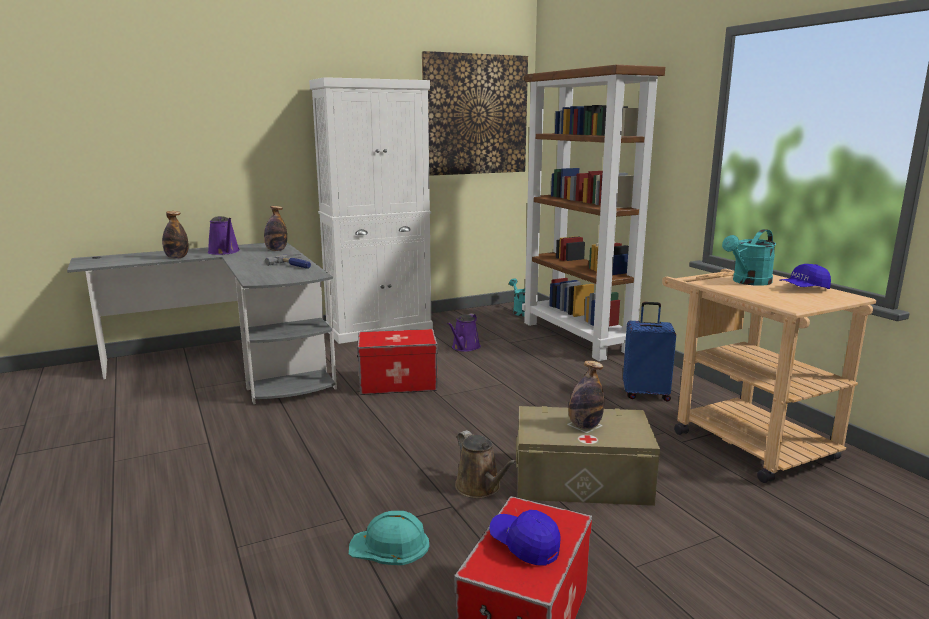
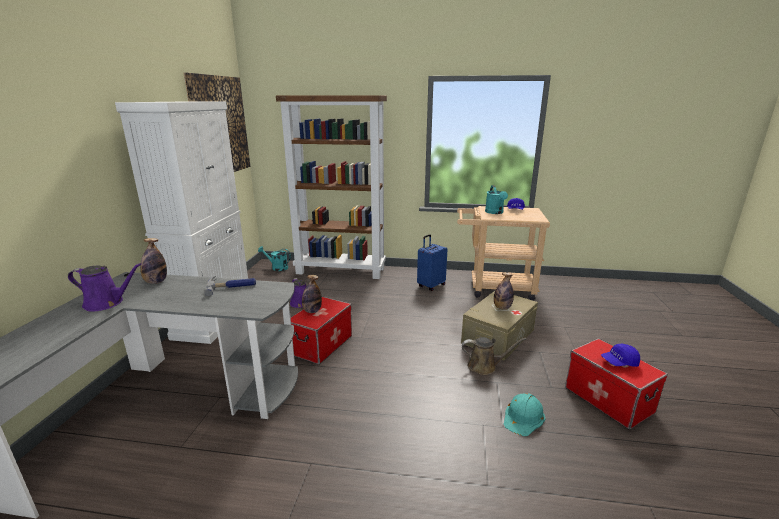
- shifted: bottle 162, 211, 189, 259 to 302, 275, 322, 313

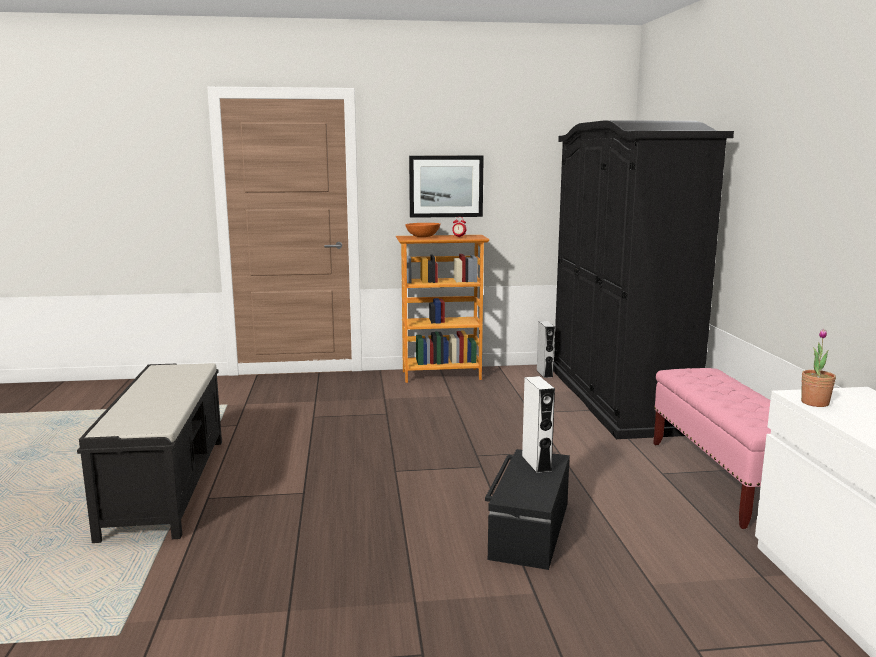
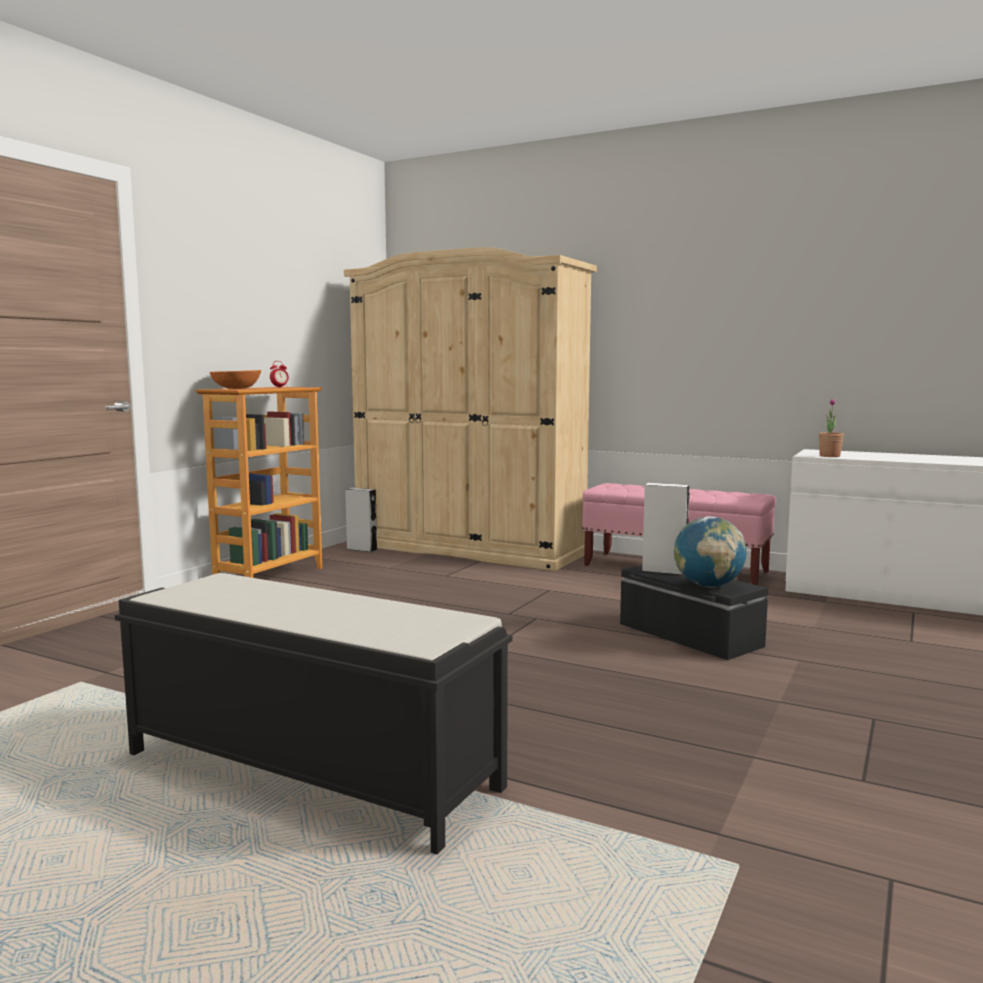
- gone: wall art 409, 156, 484, 218
- new: world globe 673, 516, 746, 588
- repainted: wardrobe in blackish 553, 120, 734, 439 to wardrobe in beige-coloured 344, 247, 597, 571

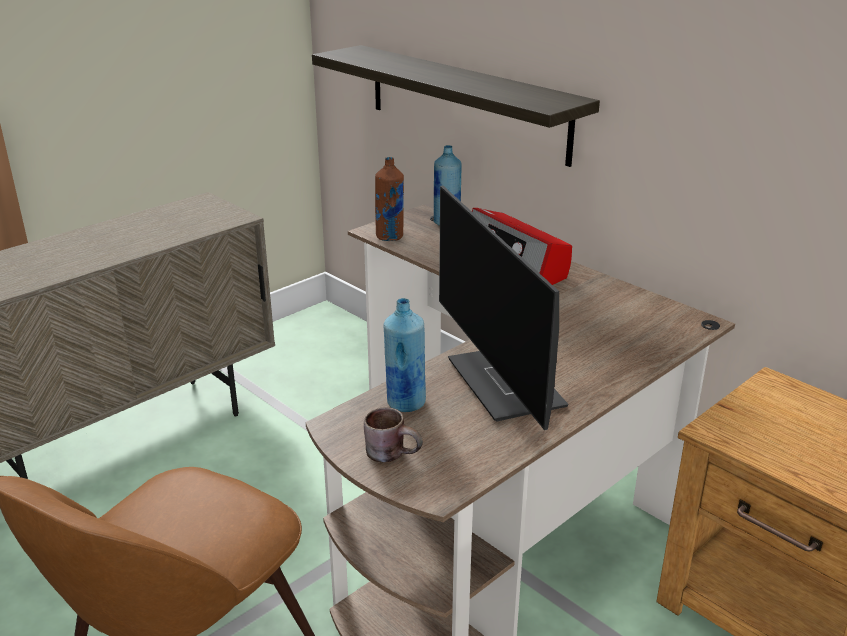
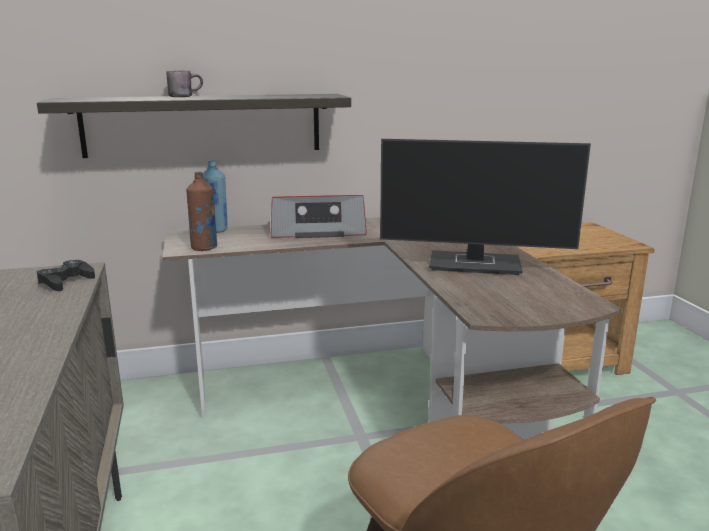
- gone: bottle in blue-coloured 383, 298, 426, 412
- new: gamepad in blackish 37, 260, 95, 291
- shifted: coffee mug in brownish 364, 407, 423, 463 to 167, 71, 203, 97

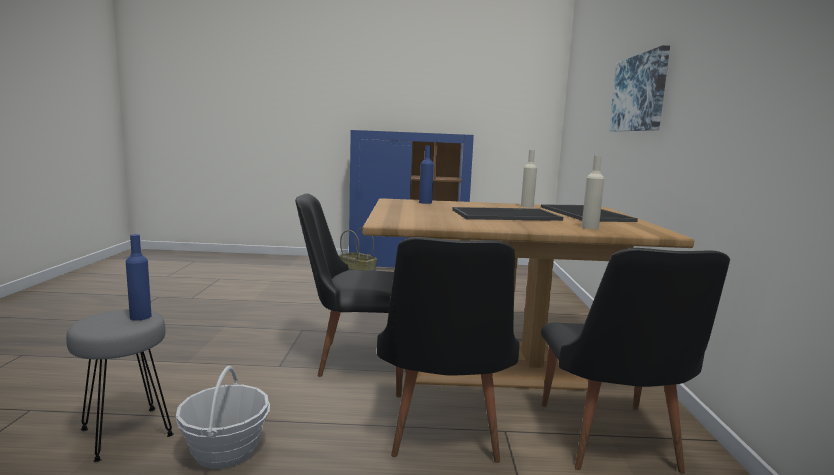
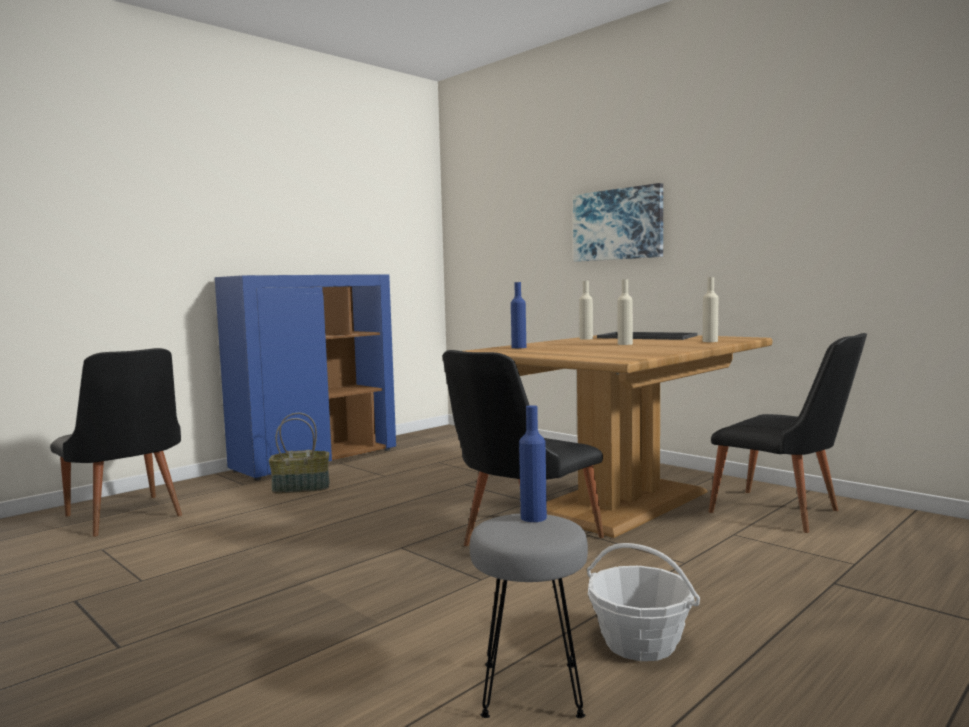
- shifted: chair in blackish 377, 237, 520, 463 to 50, 348, 182, 537
- swapped: carrying tray 452, 207, 563, 221 to bottle in beige-coloured 617, 279, 633, 345

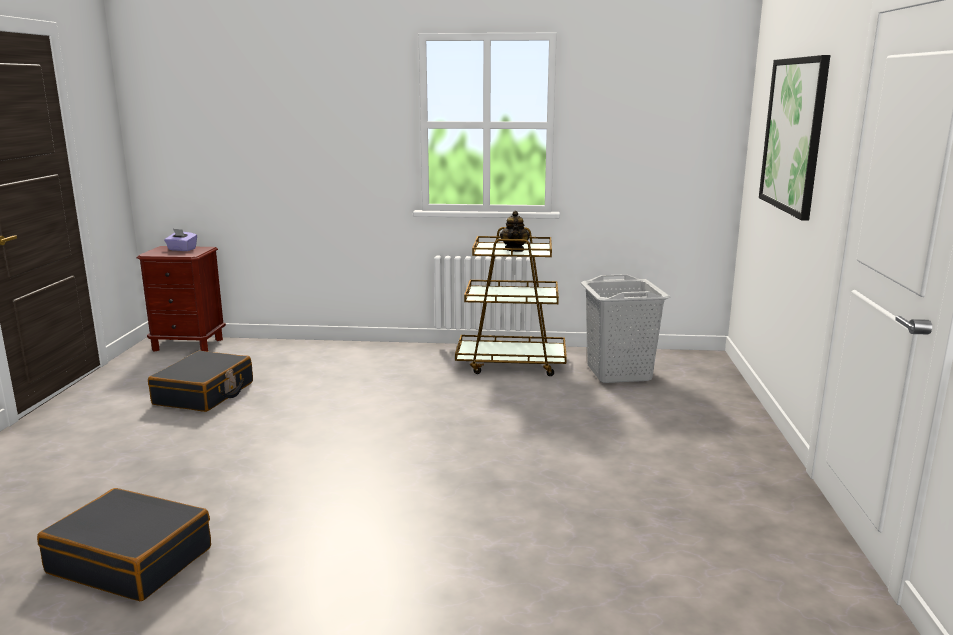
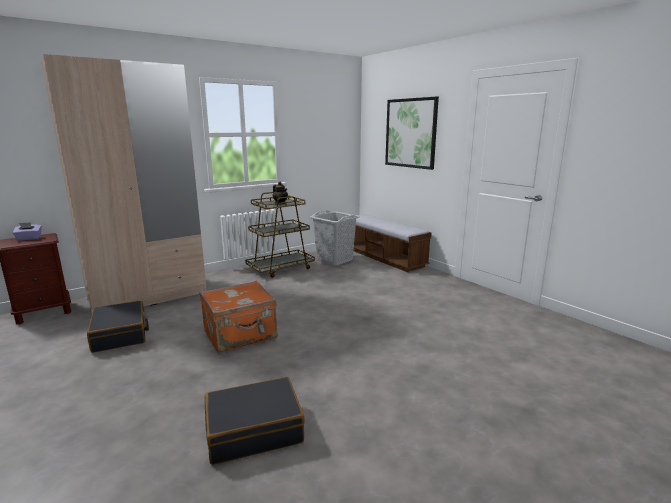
- new: wardrobe in beige-coloured 42, 54, 206, 311
- new: suitcase in orange-coloured 199, 281, 277, 353
- new: bench 346, 214, 432, 272

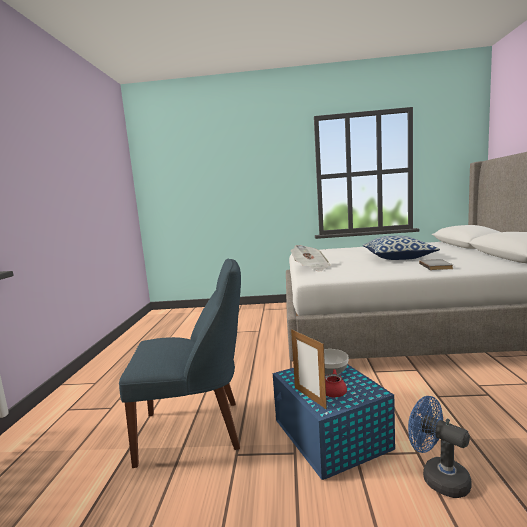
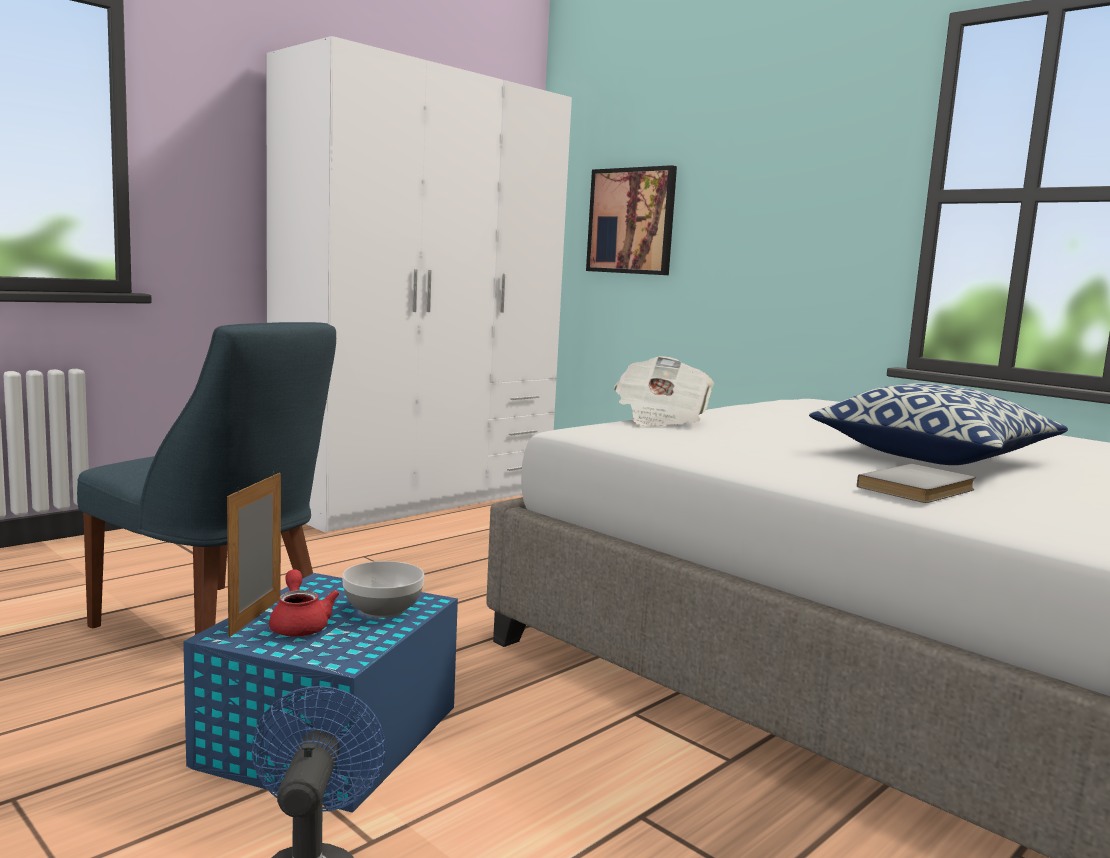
- new: wardrobe in whitish 266, 36, 572, 533
- new: wall art 586, 165, 677, 275

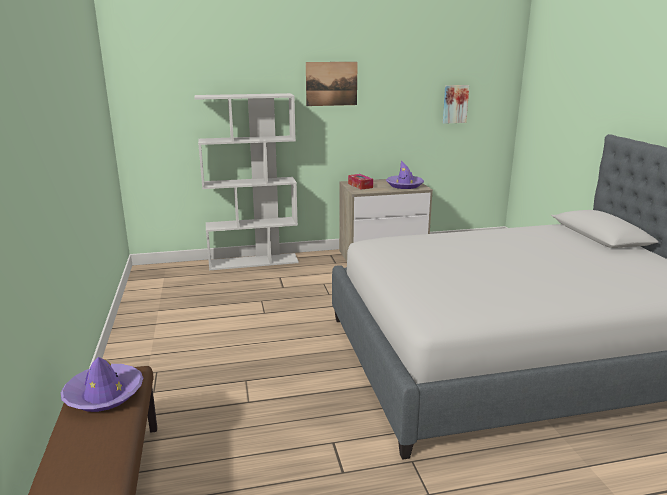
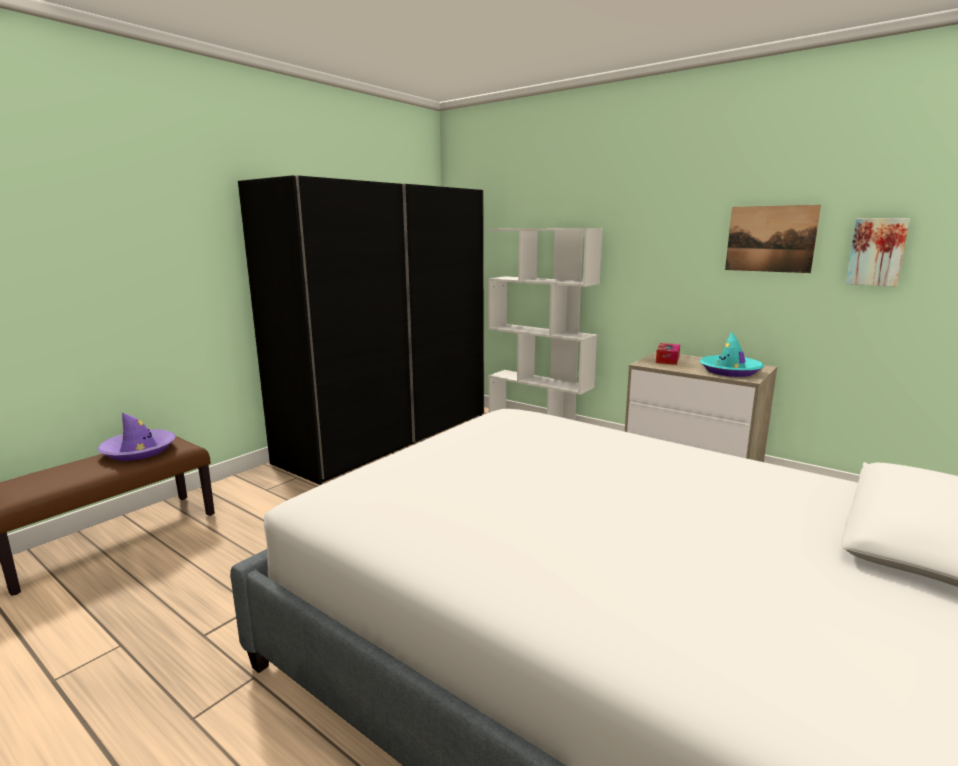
- new: wardrobe in blackish 238, 175, 484, 485
- shifted: wall art 306, 62, 358, 106 to 725, 205, 821, 273
- repainted: hat in purple-coloured 386, 160, 424, 189 to hat in blue-green 699, 332, 764, 377

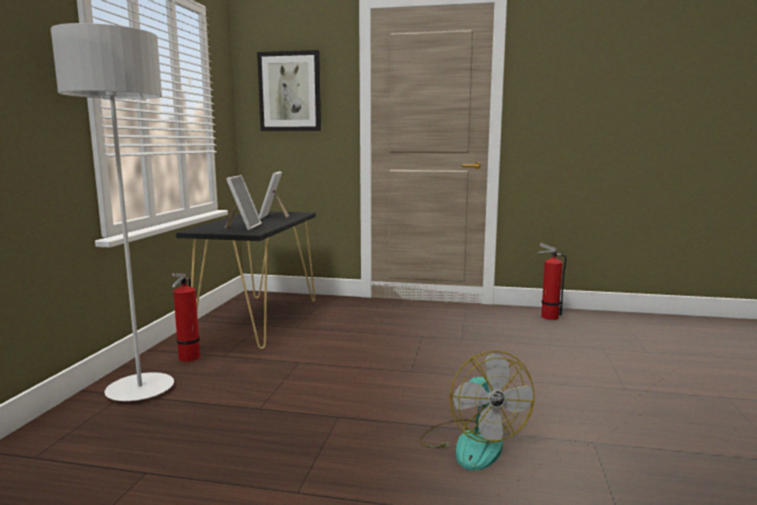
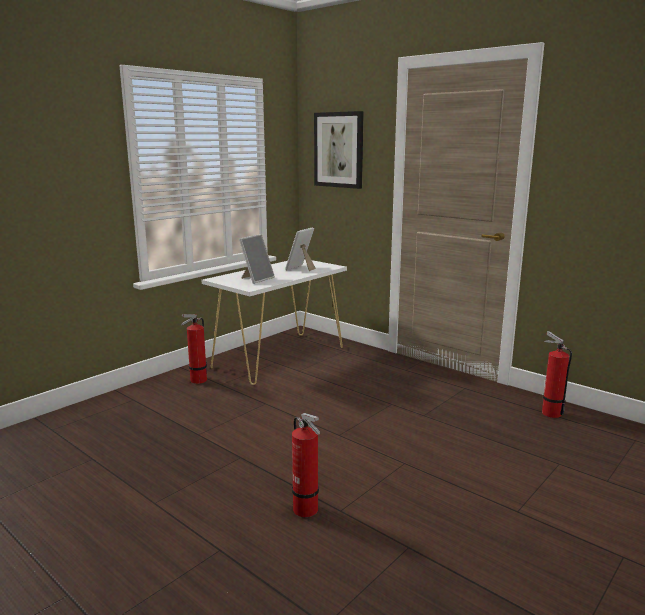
- gone: floor lamp in grey 51, 23, 174, 401
- swapped: electric fan 419, 351, 534, 471 to extinguisher 292, 413, 320, 517
- repainted: hall table in blackish 176, 211, 316, 349 to hall table in whitish 201, 259, 347, 385

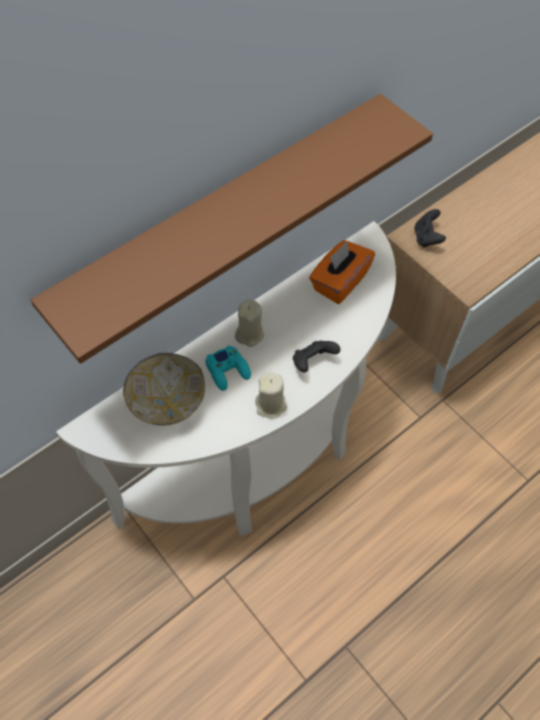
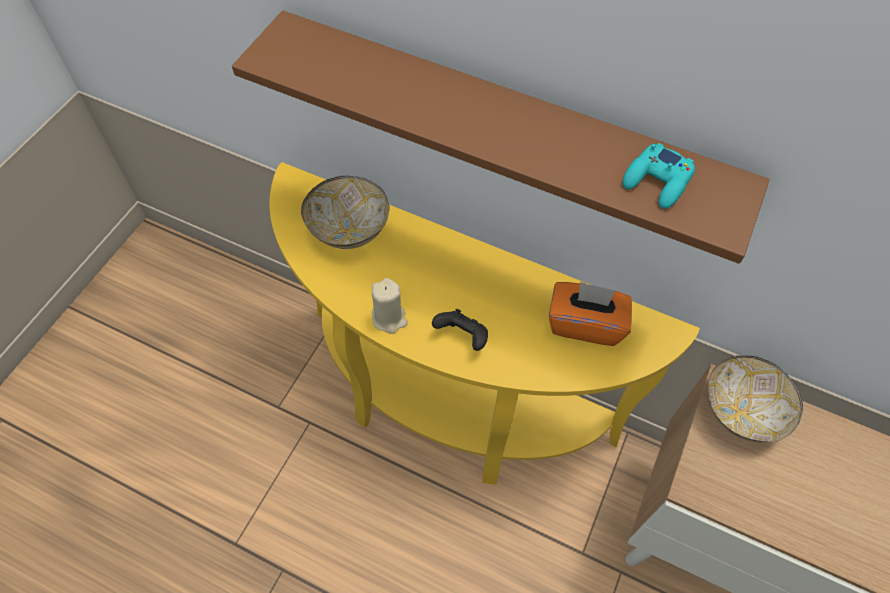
- gone: candle in beige-coloured 235, 299, 264, 347
- shifted: gamepad in blue-green 205, 345, 251, 391 to 623, 143, 695, 209
- swapped: gamepad in blackish 414, 209, 446, 247 to serving bowl 708, 355, 803, 442
- repainted: hall table in whitish 56, 221, 396, 536 to hall table in yellow-coloured 269, 162, 700, 485

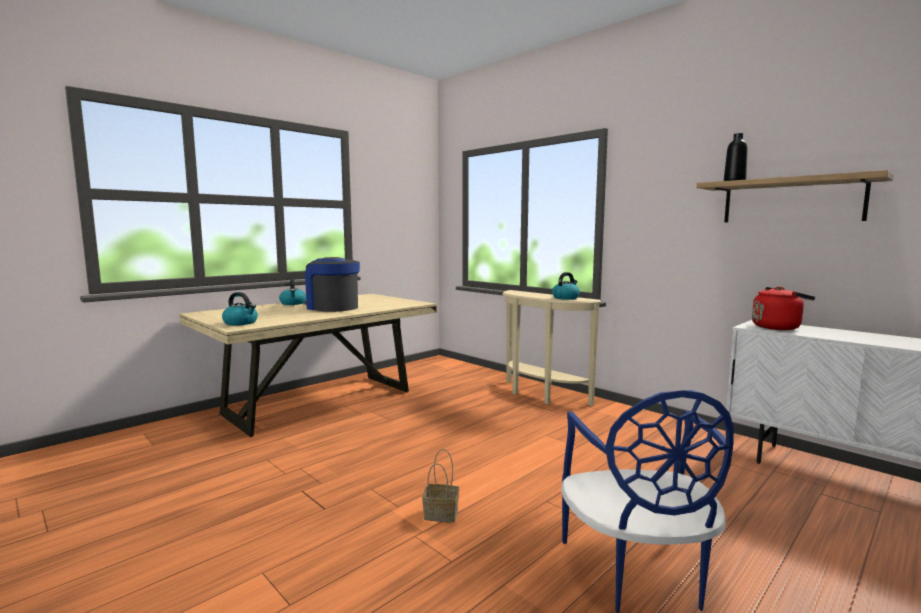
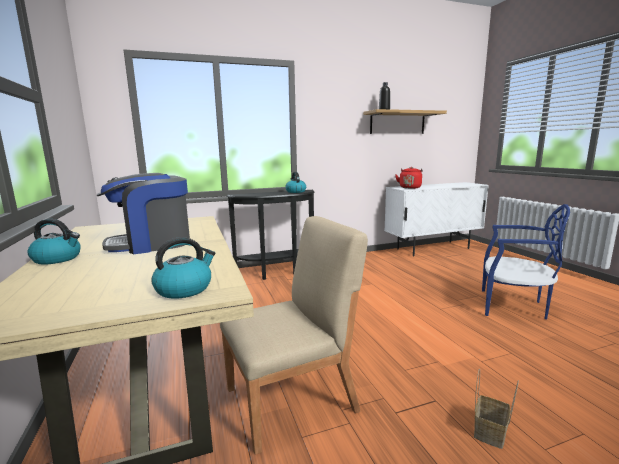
- new: chair in beige-coloured 220, 216, 368, 455
- shifted: household basket 422, 449, 459, 523 to 474, 368, 519, 449
- repainted: hall table in beige-coloured 502, 290, 601, 406 to hall table in blackish 226, 190, 315, 280

